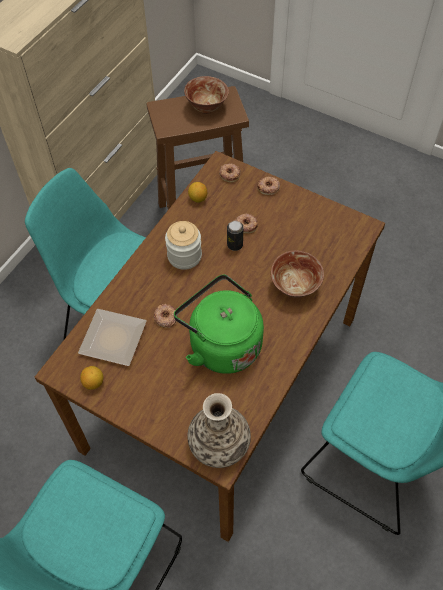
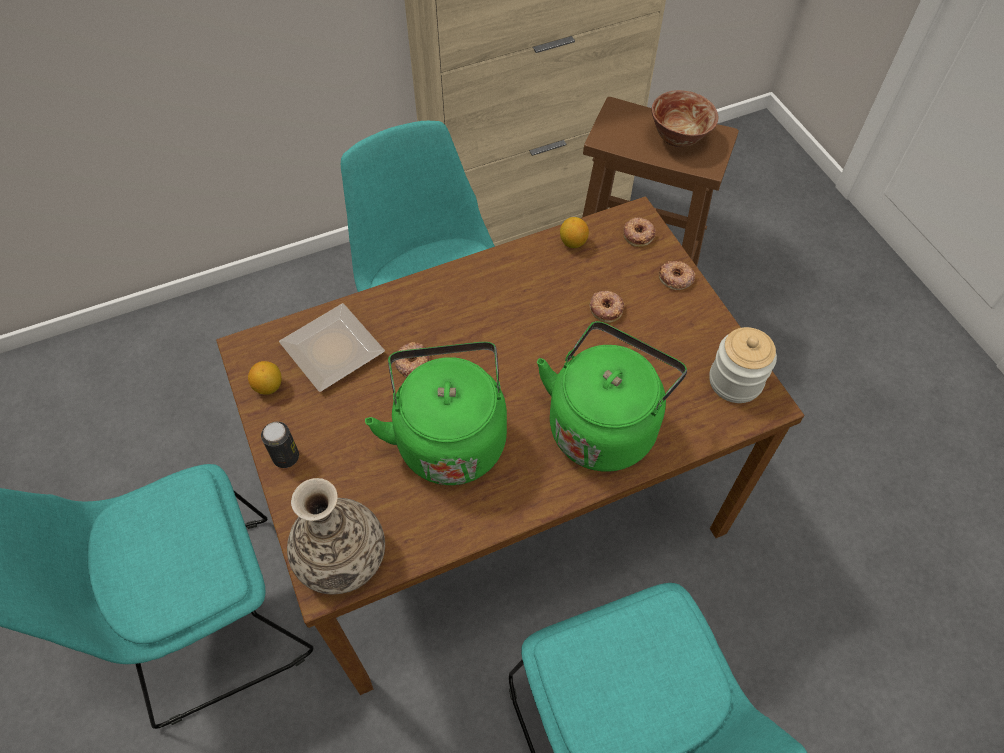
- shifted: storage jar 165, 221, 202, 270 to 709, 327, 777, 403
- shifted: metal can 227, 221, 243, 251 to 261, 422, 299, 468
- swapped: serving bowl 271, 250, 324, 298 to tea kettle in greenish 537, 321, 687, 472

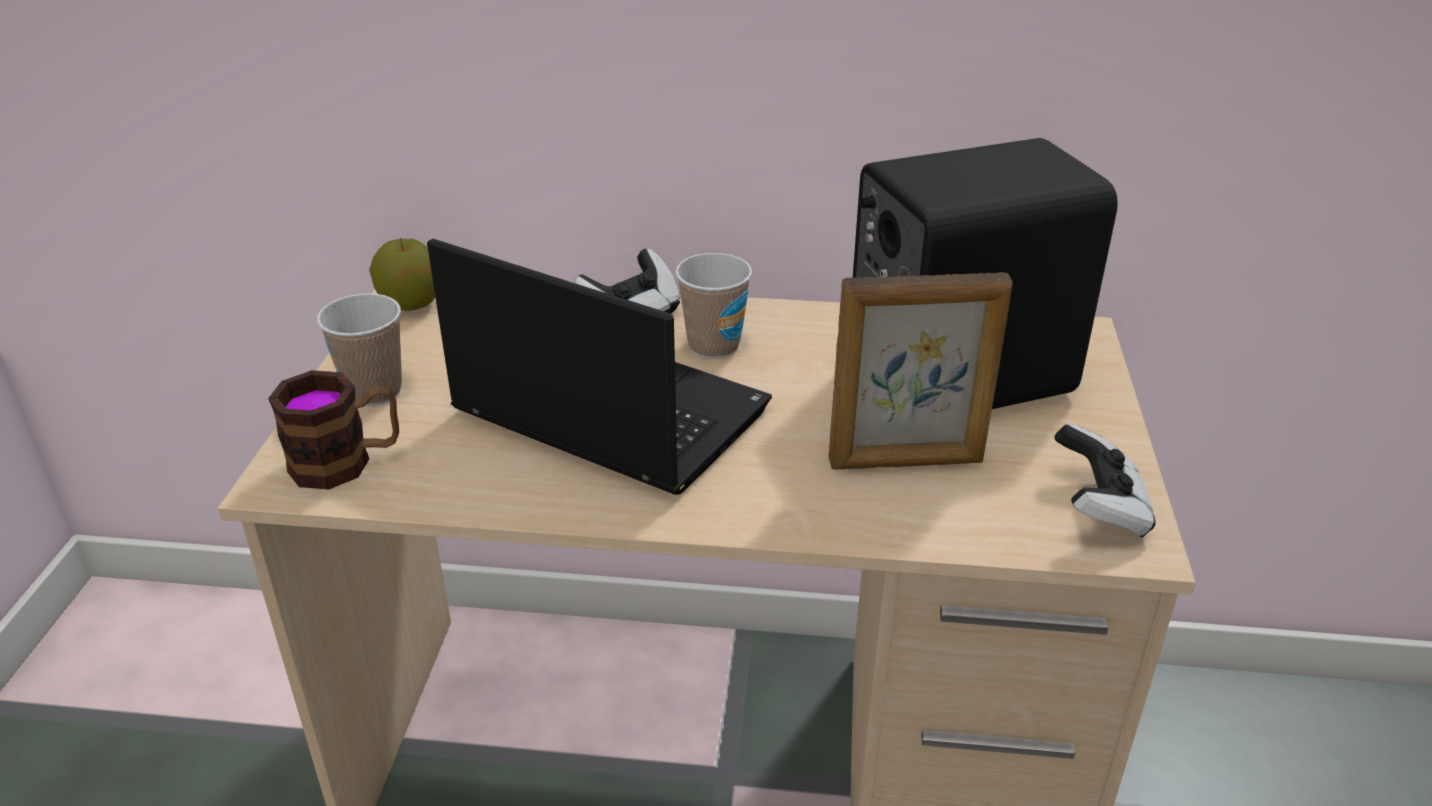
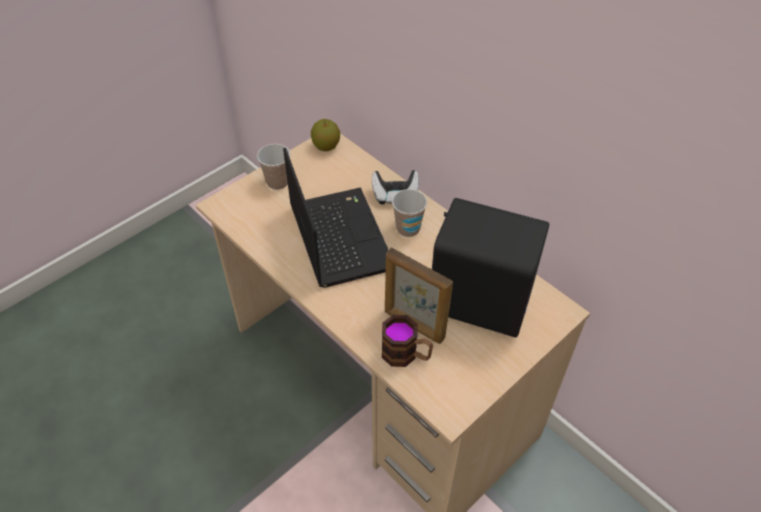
- gone: gamepad 1055, 423, 1155, 538
- shifted: coffee mug 268, 370, 399, 490 to 382, 315, 433, 367

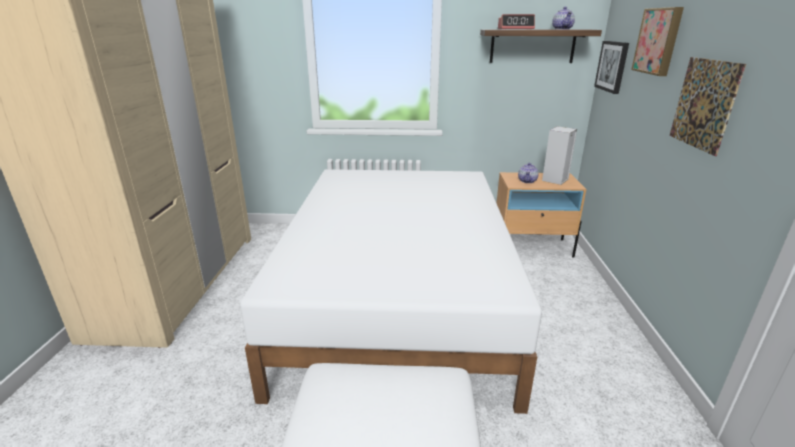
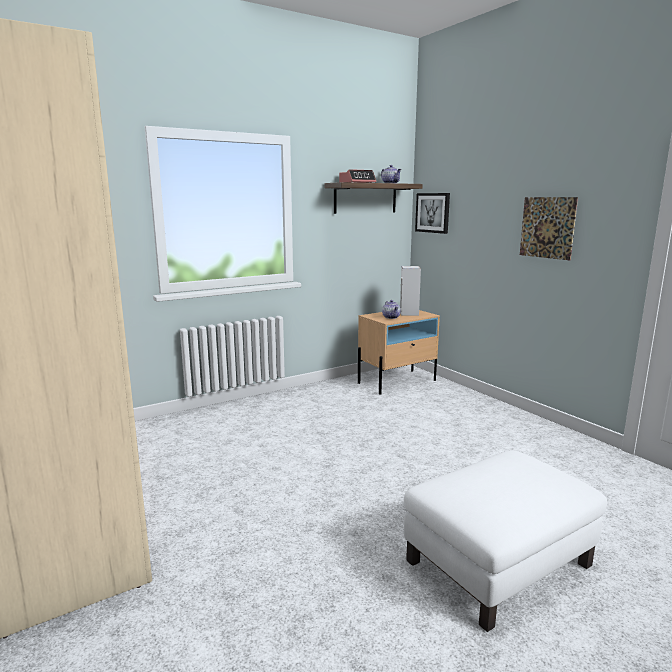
- gone: sleeping bed in whitish 240, 169, 542, 414
- gone: wall art 631, 7, 684, 76

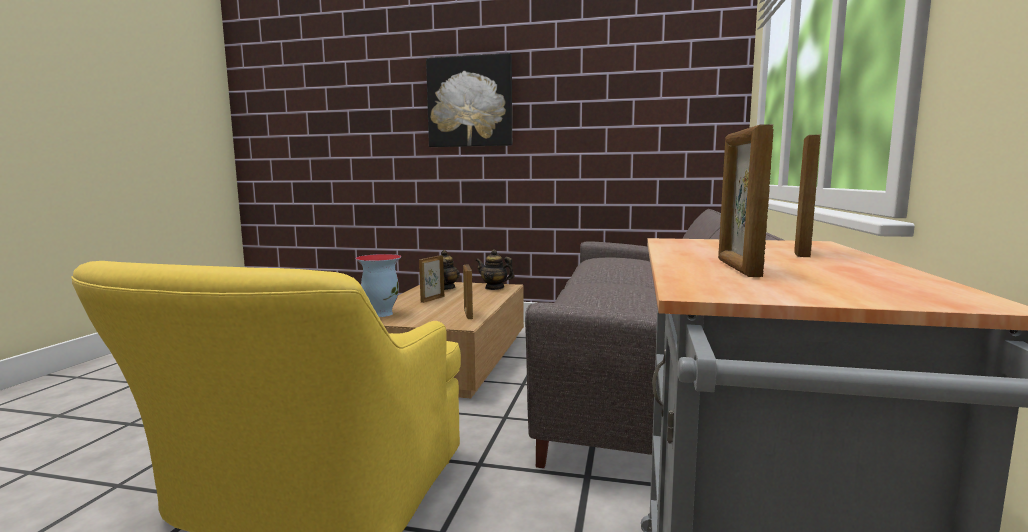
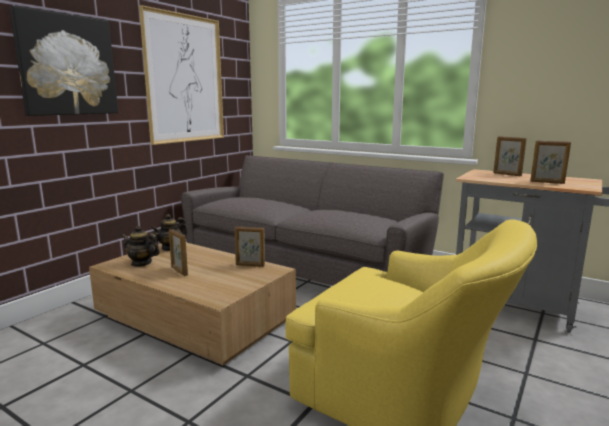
- gone: flower vase 356, 254, 401, 317
- new: wall art 139, 5, 224, 145

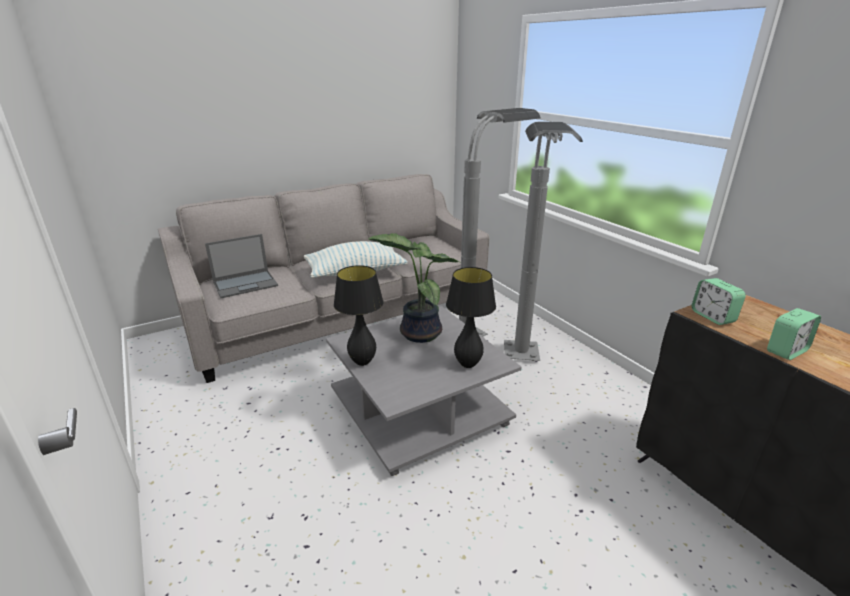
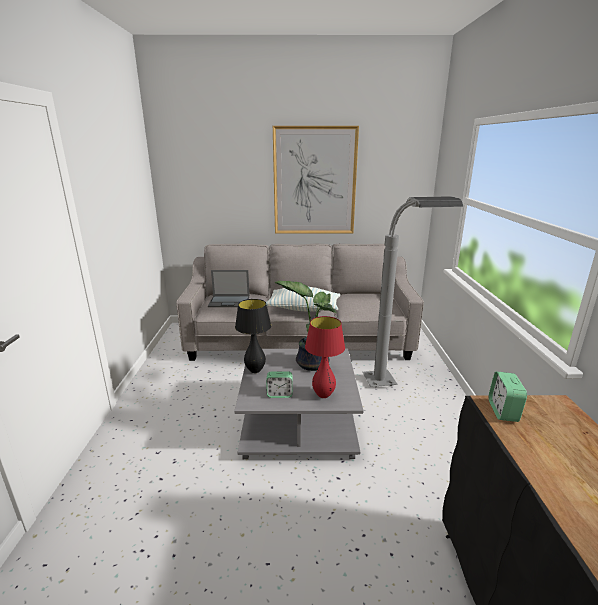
- gone: floor lamp in grey 504, 122, 583, 361
- new: wall art 273, 126, 359, 234
- shifted: alarm clock 767, 308, 821, 360 to 266, 371, 293, 398
- repainted: tabletop lamp in blackish 446, 267, 496, 368 to tabletop lamp in red-coloured 305, 316, 345, 398

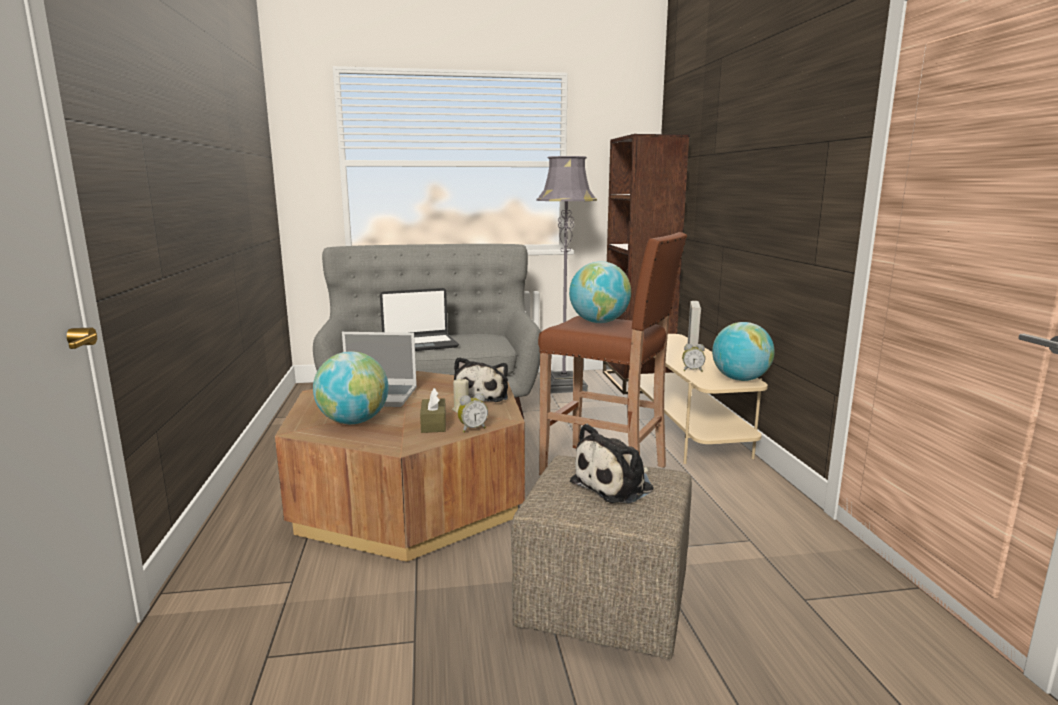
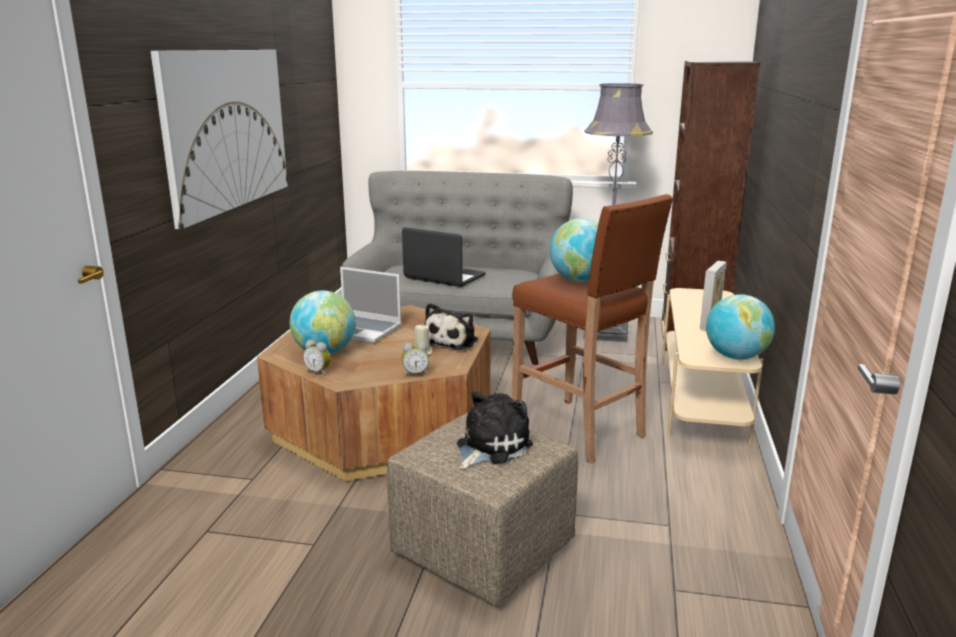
- gone: tissue holder in brownish 420, 388, 446, 433
- new: wall art 151, 50, 288, 229
- shifted: alarm clock 682, 344, 705, 372 to 303, 340, 330, 376
- rotated: laptop 380, 288, 459, 351 = 402, 227, 486, 287 150 degrees counterclockwise
- rotated: cuddly toy 570, 423, 654, 504 = 457, 392, 533, 469 150 degrees clockwise

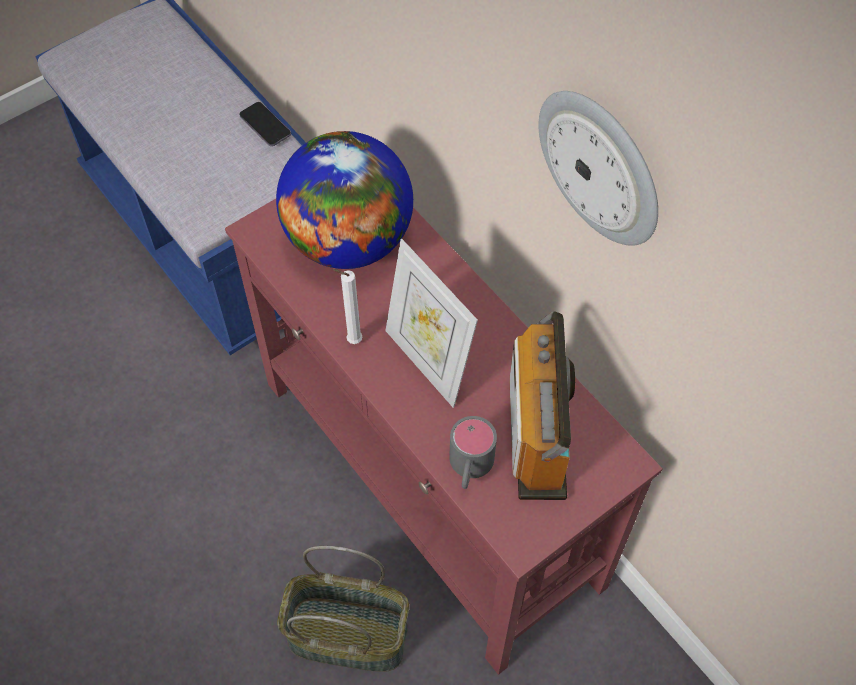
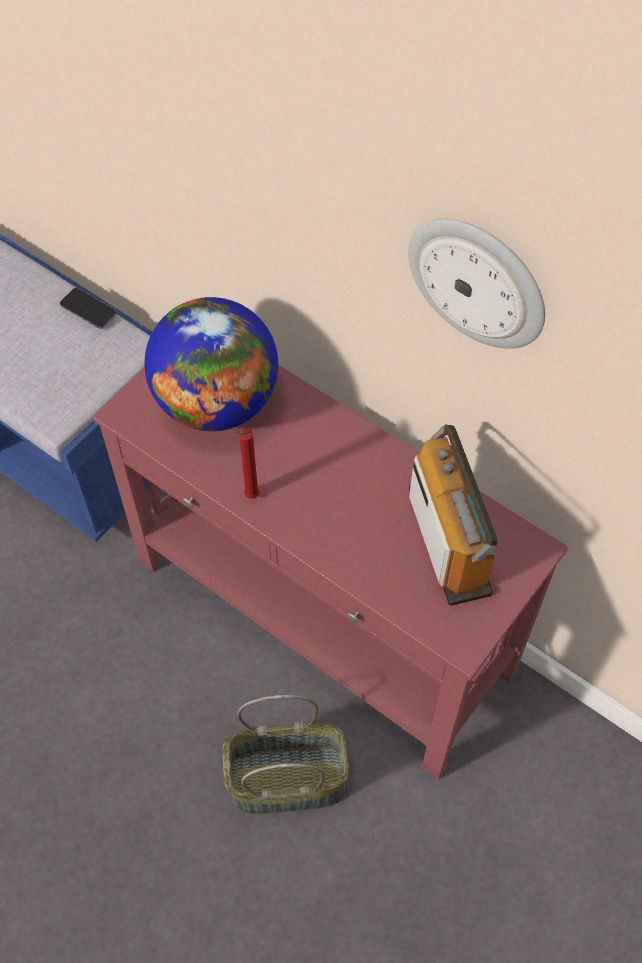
- gone: standing frame 385, 239, 478, 408
- gone: coffee mug in grey 449, 416, 497, 489
- repainted: candle in whitish 332, 269, 362, 344 to candle in red-coloured 232, 429, 259, 499

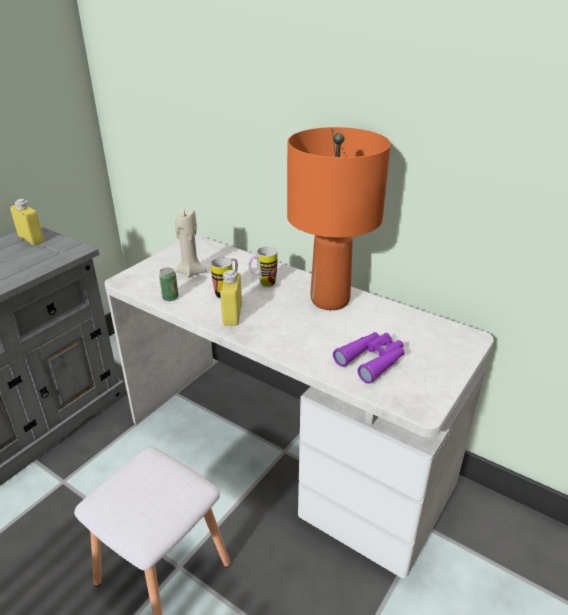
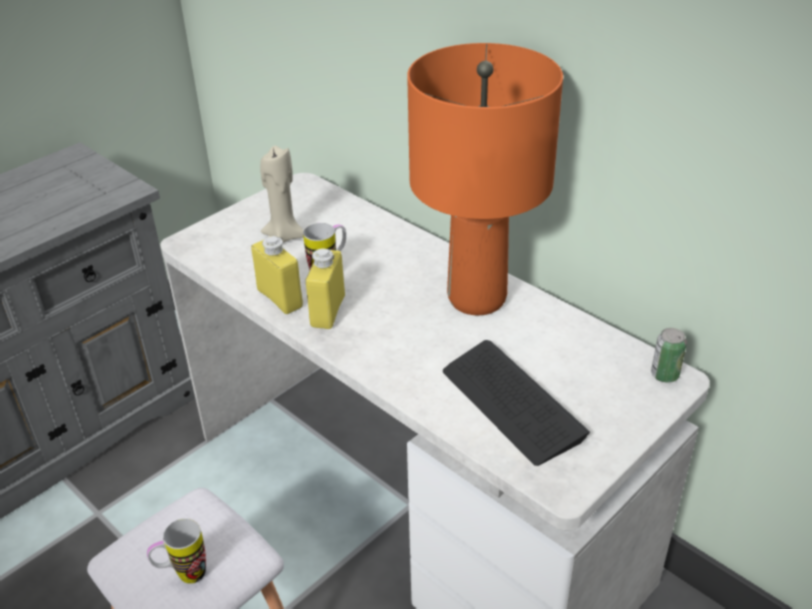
- shifted: bottle in yellow-coloured 10, 199, 44, 246 to 251, 236, 303, 314
- shifted: metal can 159, 267, 179, 301 to 651, 328, 687, 383
- shifted: coffee mug 249, 247, 278, 287 to 147, 518, 206, 584
- swapped: binoculars in purple-coloured 333, 332, 405, 384 to keyboard 443, 340, 590, 466

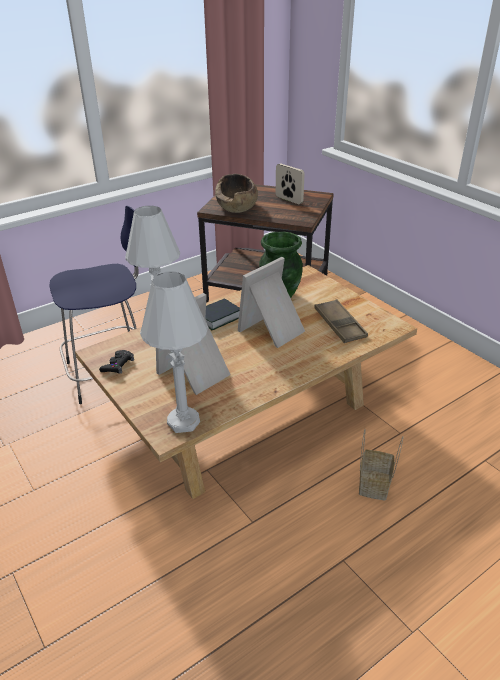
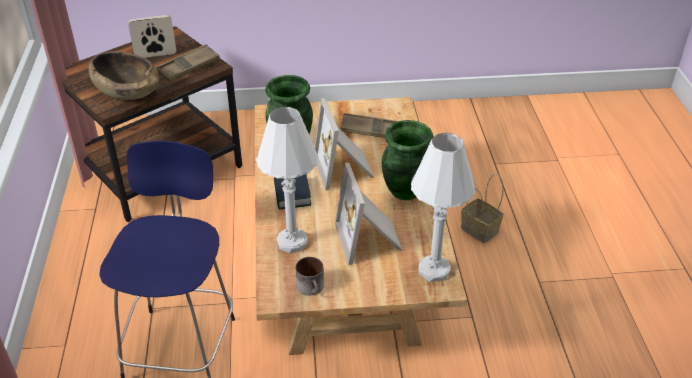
- new: carrying tray in brownish 156, 44, 220, 81
- new: flower vase in greenish 382, 120, 433, 200
- swapped: gamepad in blackish 99, 350, 134, 374 to coffee mug 296, 257, 324, 295

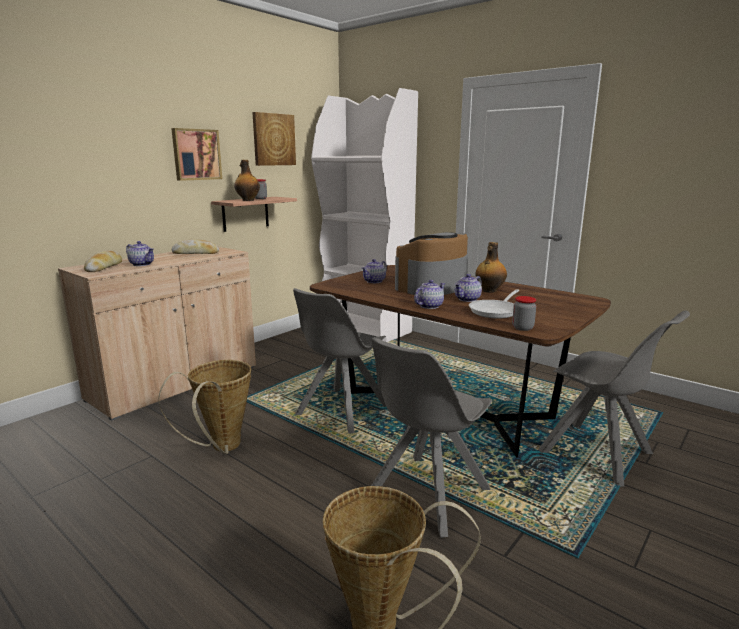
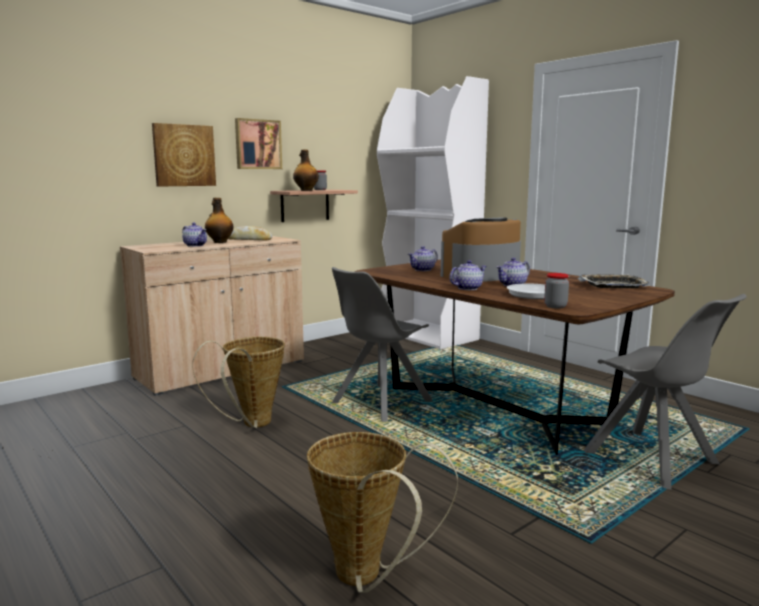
- gone: bread 84, 250, 122, 272
- gone: chair in grey 371, 337, 492, 538
- new: carrying tray 578, 274, 650, 288
- shifted: wall art 252, 112, 296, 166 to 152, 123, 216, 187
- shifted: bottle 475, 242, 507, 293 to 205, 198, 233, 243

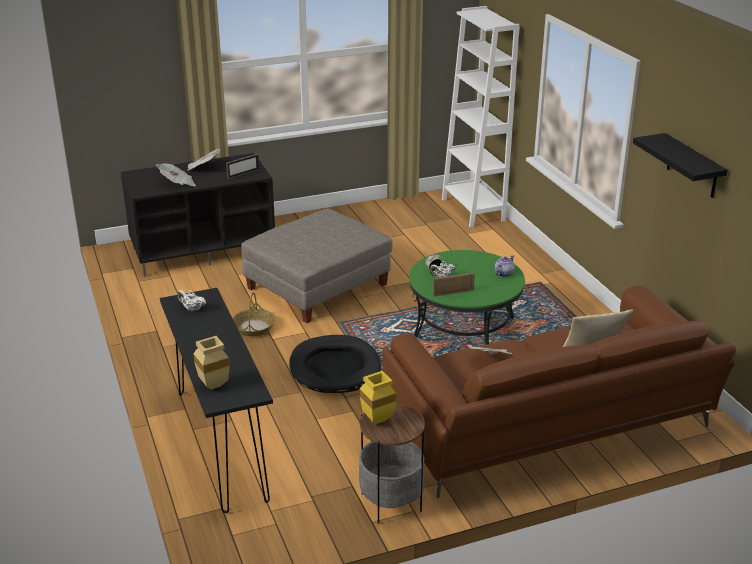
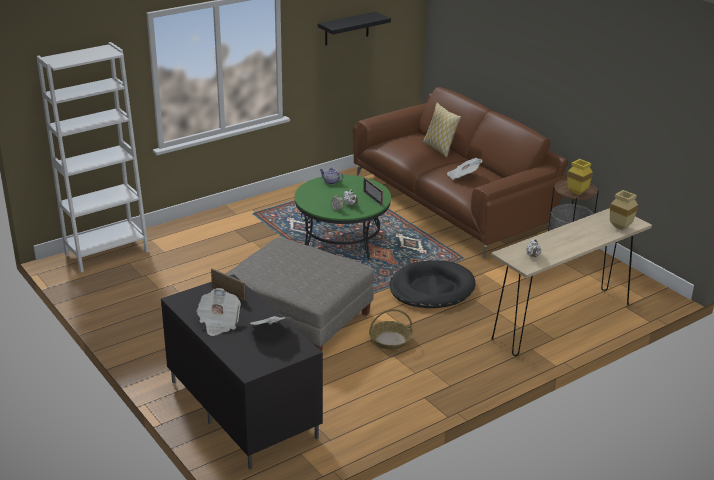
- repainted: hall table in blackish 160, 288, 273, 513 to hall table in beige-coloured 491, 208, 652, 356

